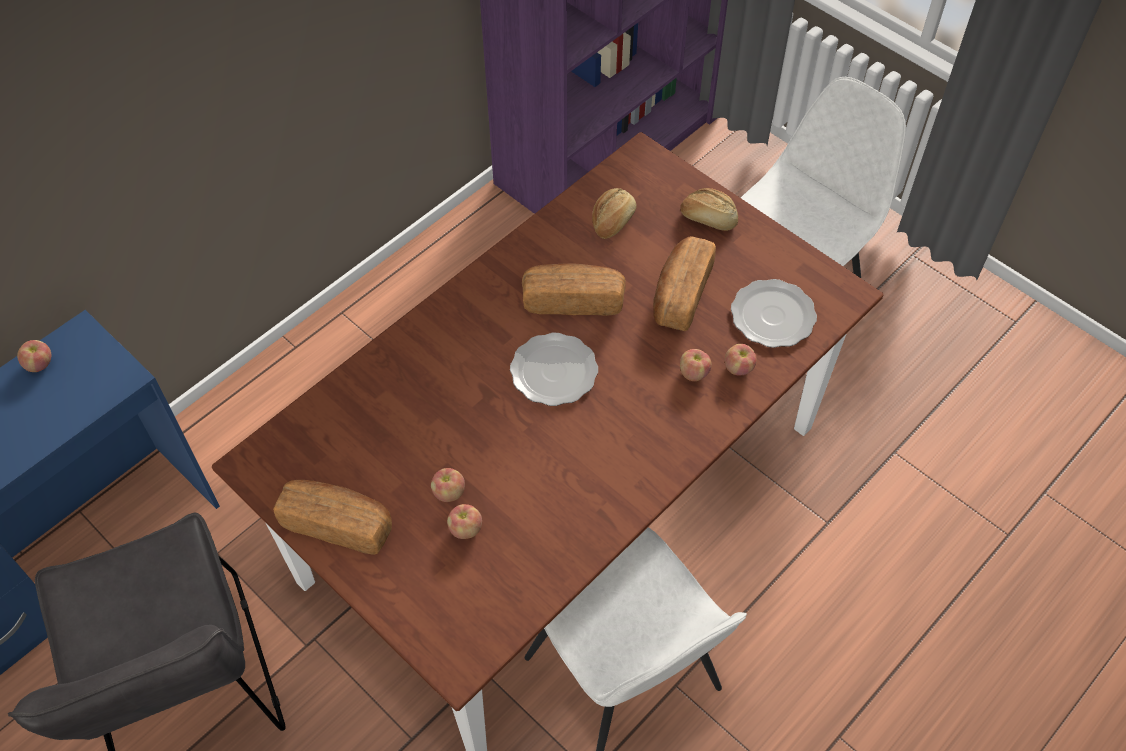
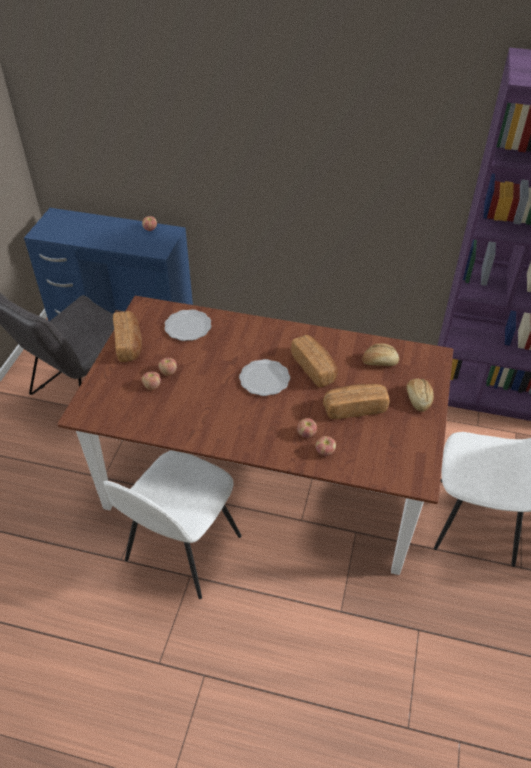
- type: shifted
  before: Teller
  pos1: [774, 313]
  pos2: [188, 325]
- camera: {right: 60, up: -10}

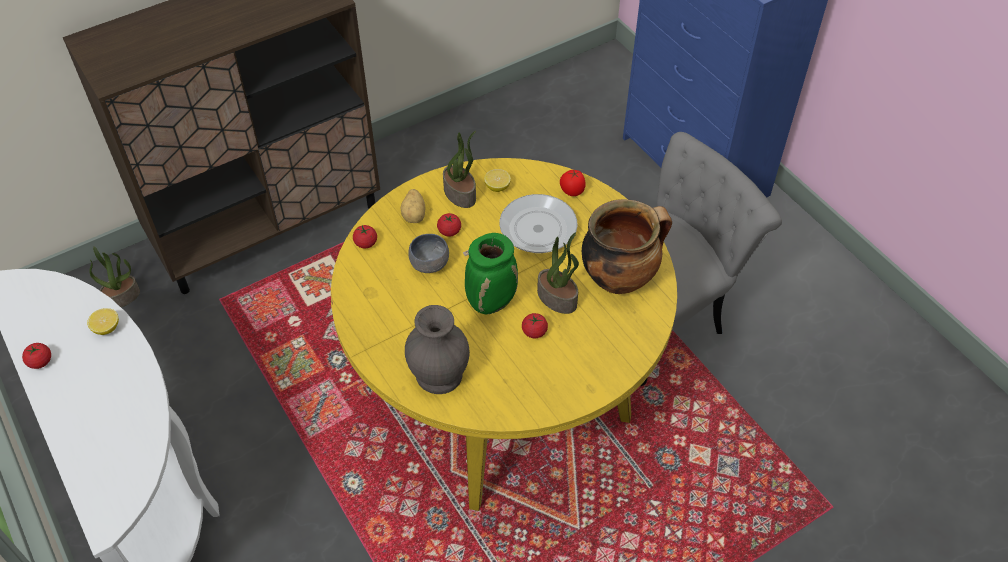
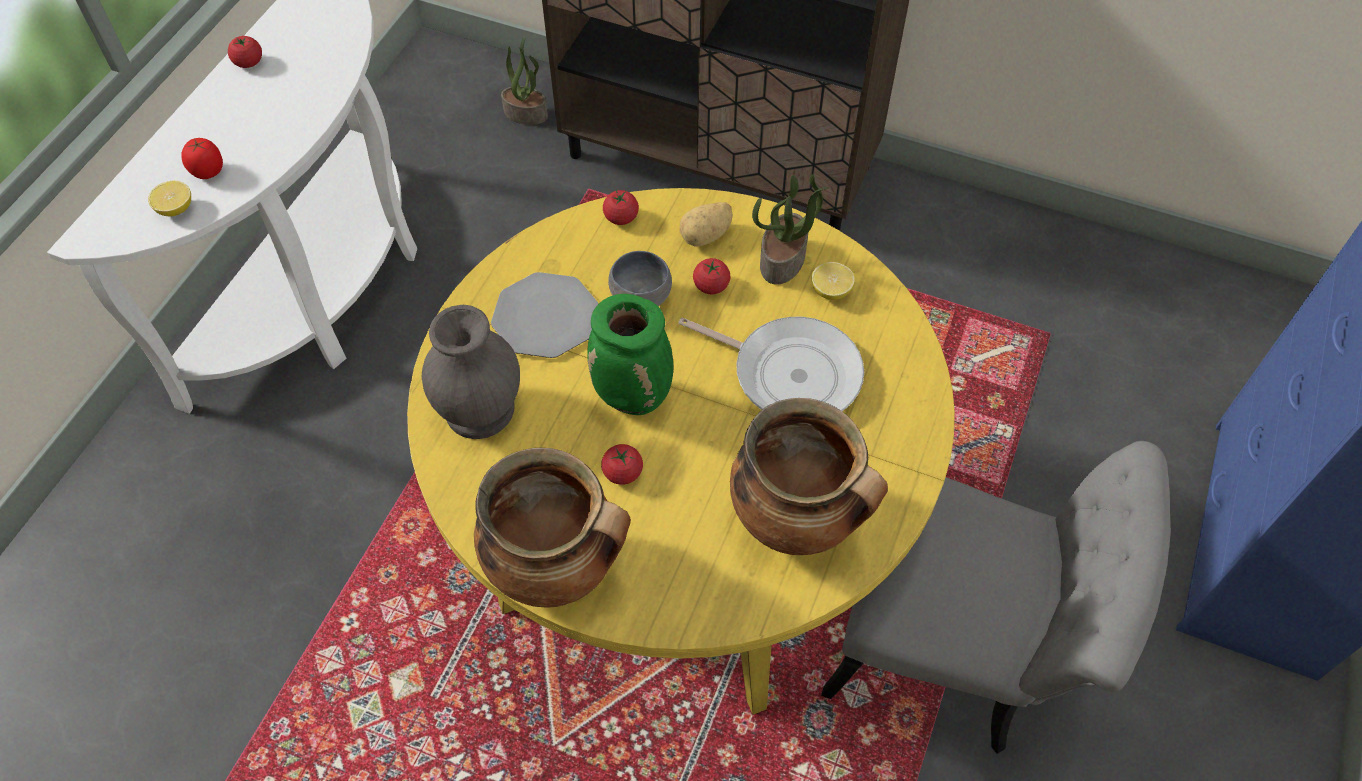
- type: shifted
  before: Zitrone
  pos1: [103, 321]
  pos2: [169, 198]
- type: gone
  before: Topfpflanze
  pos1: [558, 273]
- type: shifted
  before: Tomate
  pos1: [573, 182]
  pos2: [202, 158]
- type: new
  after: Kochtopf
  pos2: [552, 528]
- type: new
  after: Teller
  pos2: [544, 315]
- camera: {right: 55, up: 5}

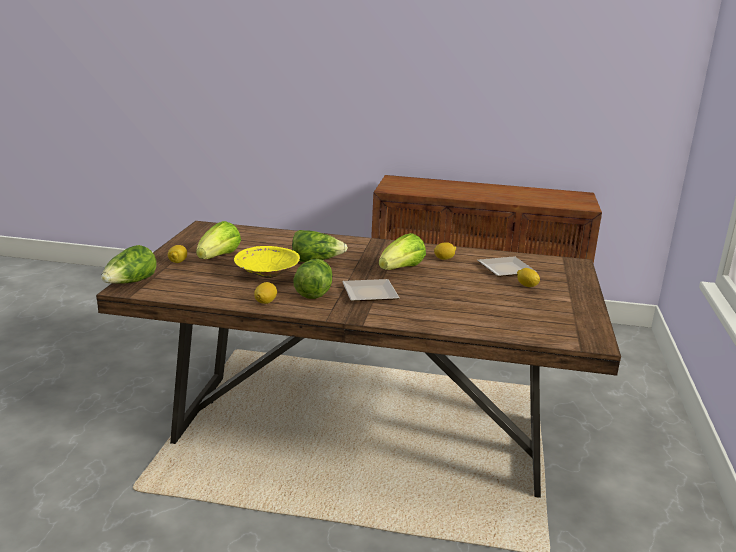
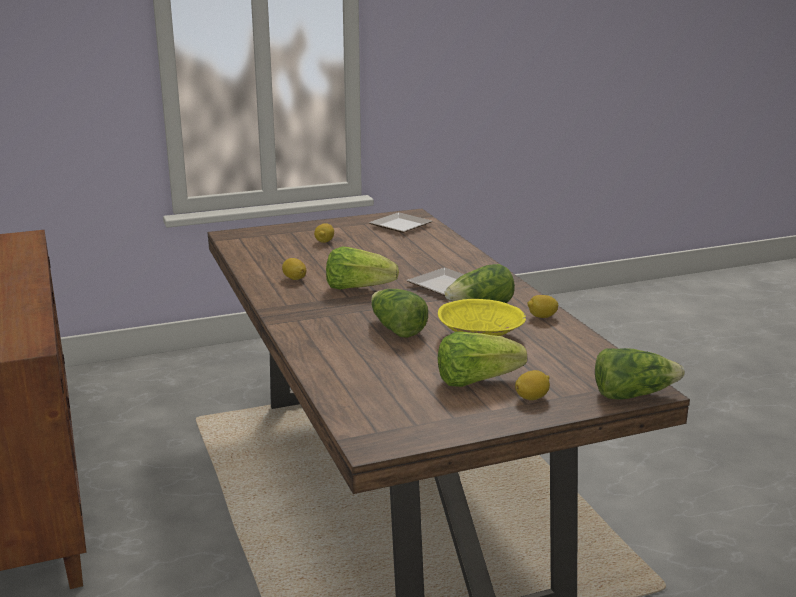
- type: shifted
  before: Teller
  pos1: [507, 266]
  pos2: [400, 222]
- camera: {right: -120, up: 0}

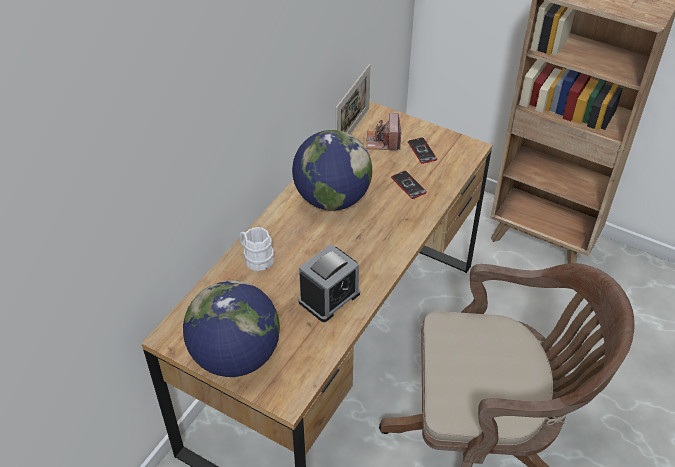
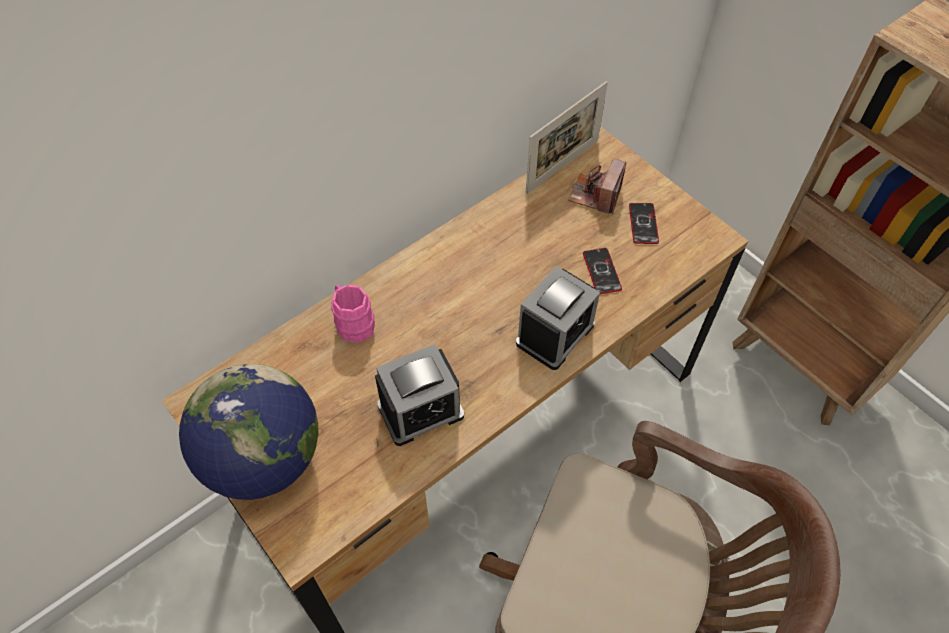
- type: repainted
  before: Henkelbecher/weiß
  after: Henkelbecher/rosa
  pos1: [256, 249]
  pos2: [353, 314]
- type: gone
  before: Globus
  pos1: [332, 170]
- type: new
  after: Wecker
  pos2: [558, 318]
- camera: {right: 20, up: 10}

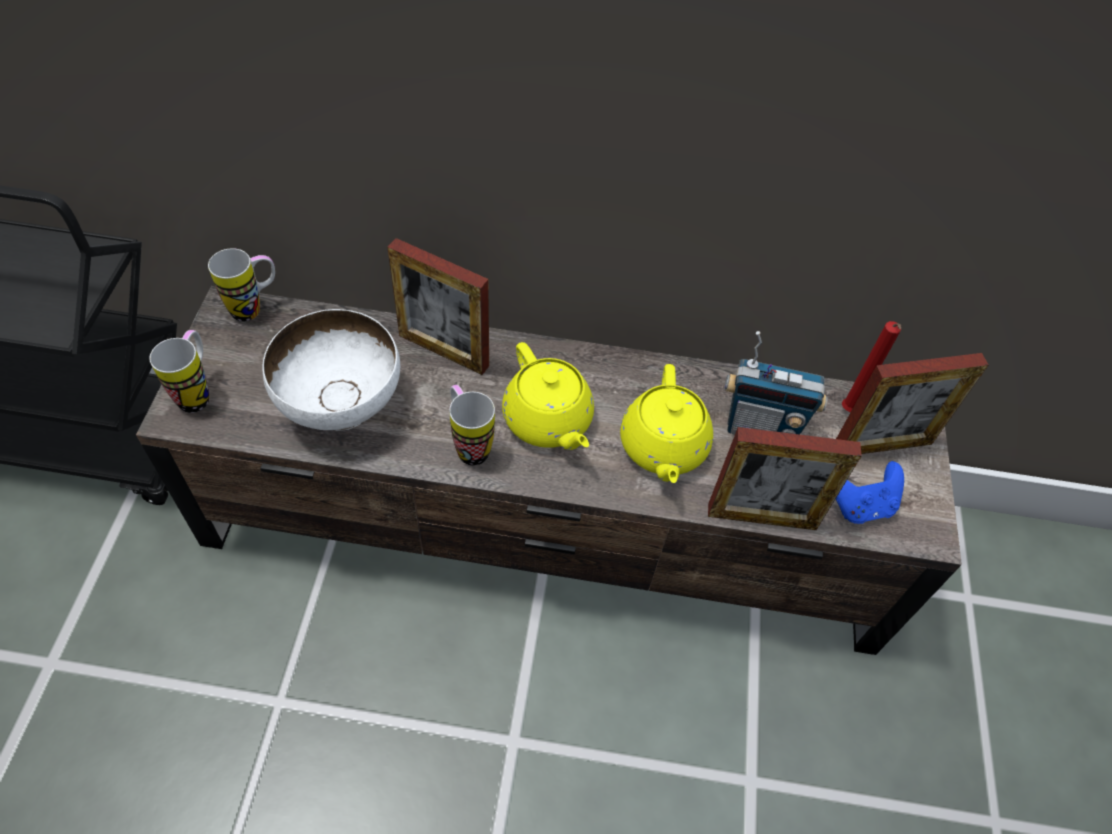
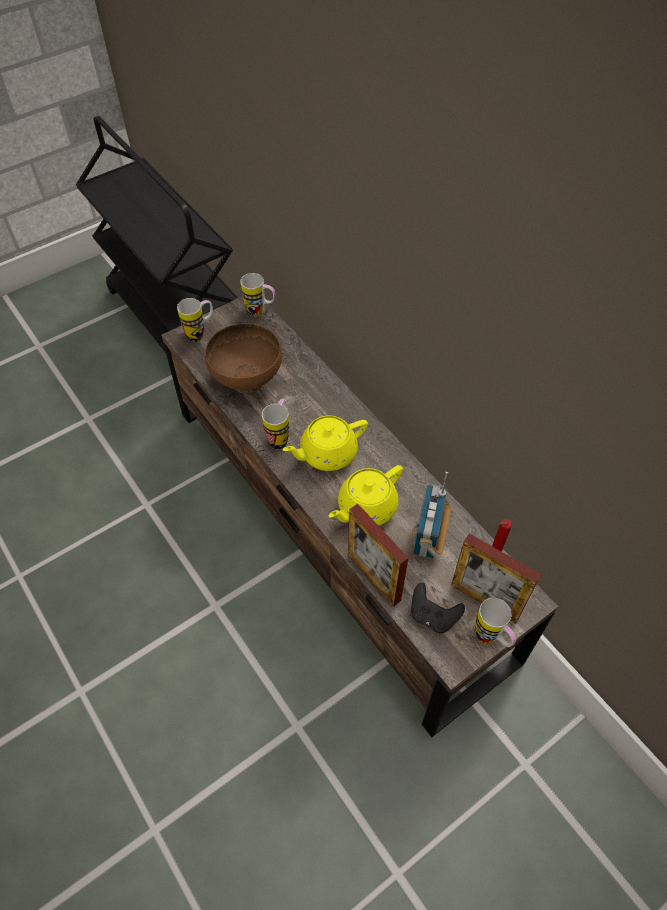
- type: repainted
  before: Schüssel/weiß
  after: Schüssel/braun
  pos1: [331, 369]
  pos2: [243, 358]
- type: gone
  before: Bilderrahmen
  pos1: [438, 306]
- type: rotated
  before: Teekanne/gelb
  pos1: [548, 396]
  pos2: [325, 443]
  turn: 45
- type: rotated
  before: Radio
  pos1: [776, 383]
  pos2: [431, 515]
  turn: 45
- type: repainted
  before: Gamepad/blau
  after: Gamepad/schwarz
  pos1: [870, 492]
  pos2: [438, 608]
- type: new
  after: Henkelbecher
  pos2: [495, 622]
- camera: {right: 50, up: 0}

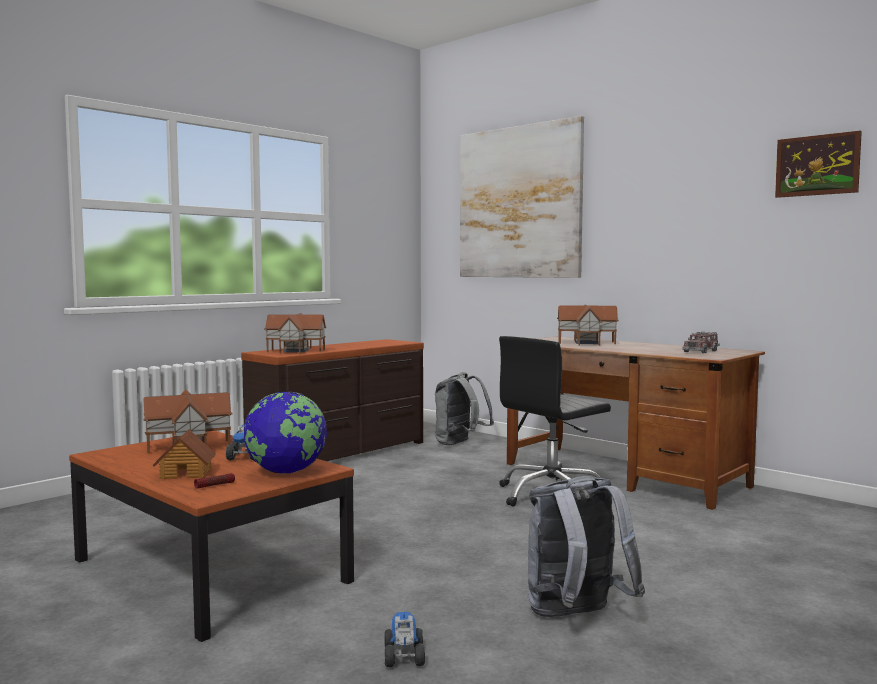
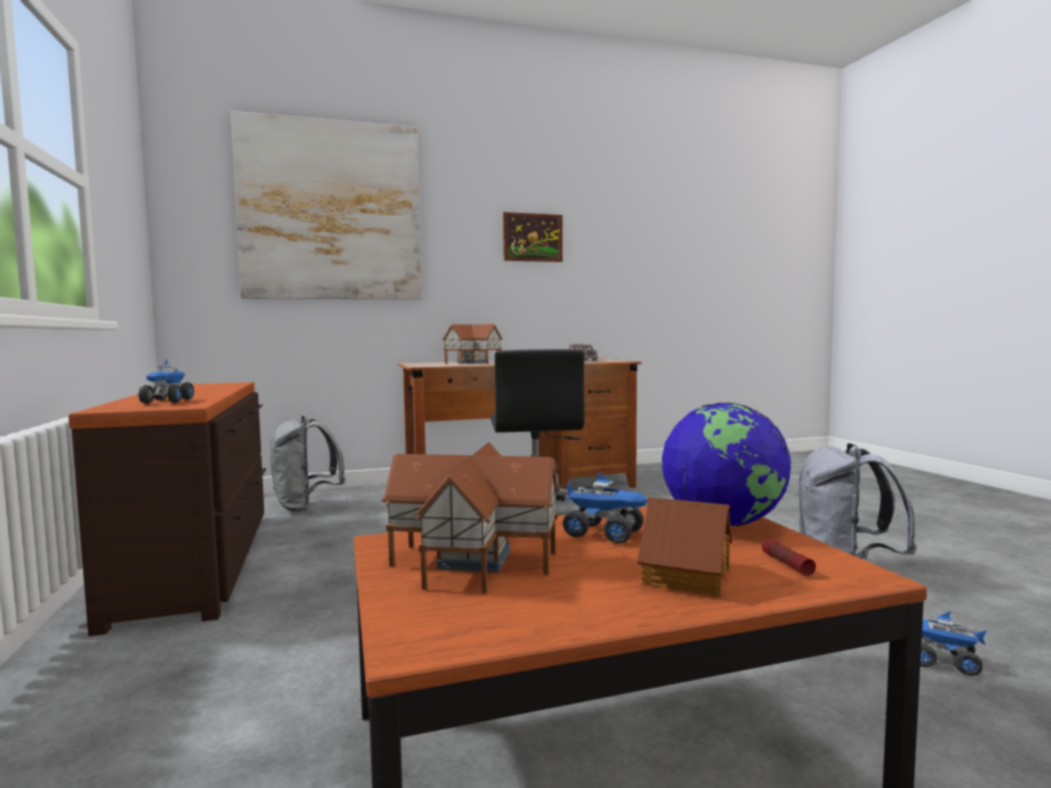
- type: swapped
  before: Spielzeughaus
  after: Spielzeuglaster
  pos1: [295, 333]
  pos2: [166, 381]
- type: shifted
  before: Bild
  pos1: [818, 164]
  pos2: [533, 237]
- camera: {right: -60, up: 0}

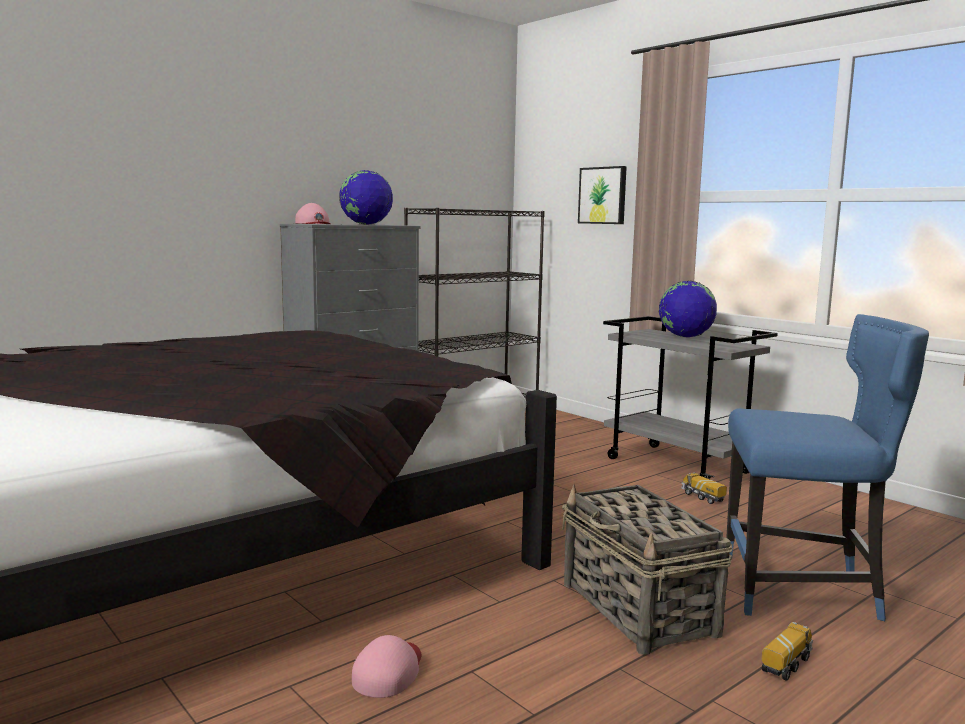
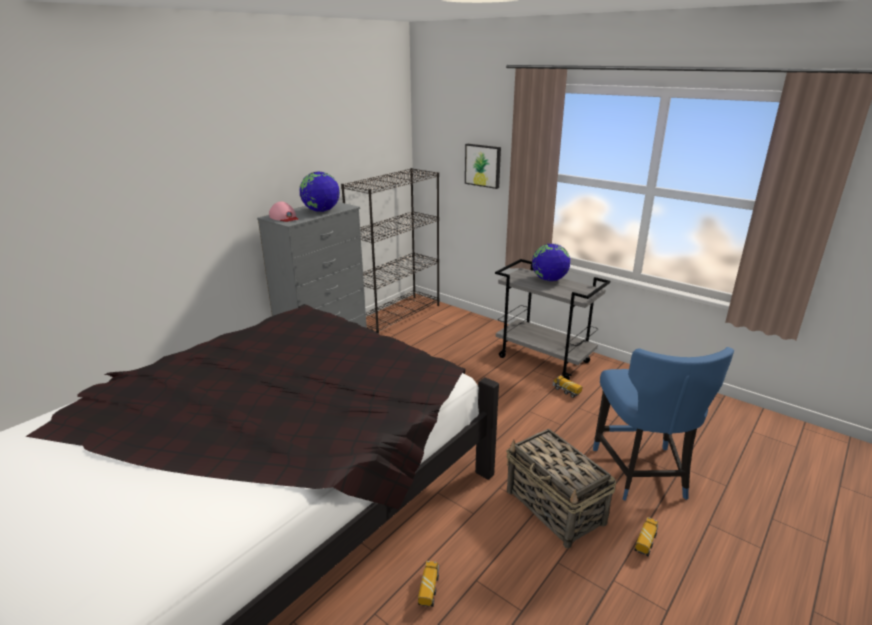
- type: swapped
  before: Kappe/rosa
  after: Spielzeuglaster
  pos1: [387, 666]
  pos2: [428, 584]
- type: rotated
  before: Stuhl/blau
  pos1: [827, 467]
  pos2: [663, 424]
  turn: 90
- camera: {right: -10, up: 15}

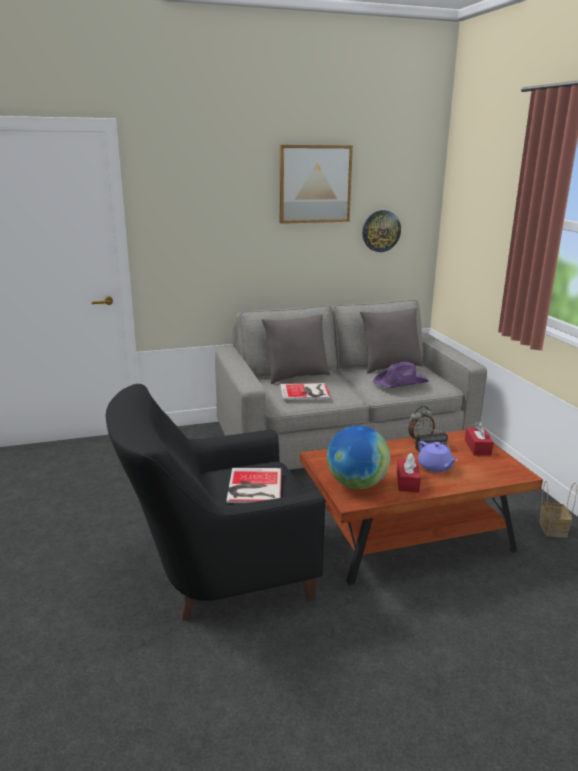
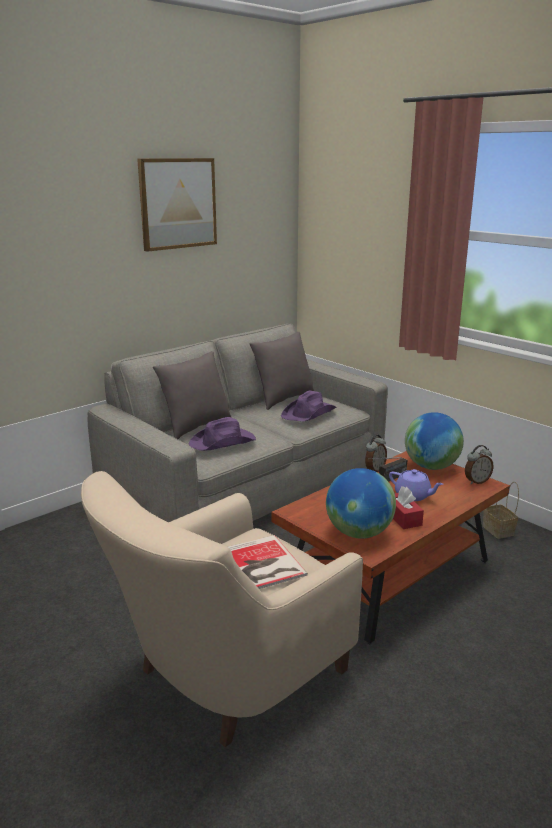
- type: repainted
  before: Sessel/schwarz
  after: Sessel/beige
  pos1: [215, 502]
  pos2: [222, 609]
- type: swapped
  before: Buch
  after: Hut/lila
  pos1: [305, 391]
  pos2: [222, 434]
- type: gone
  before: Wanduhr
  pos1: [381, 231]
- type: swapped
  before: Taschentuchbox/rot
  after: Globus
  pos1: [479, 438]
  pos2: [434, 441]
- type: new
  after: Wecker
  pos2: [479, 465]
- camera: {right: -25, up: 0}

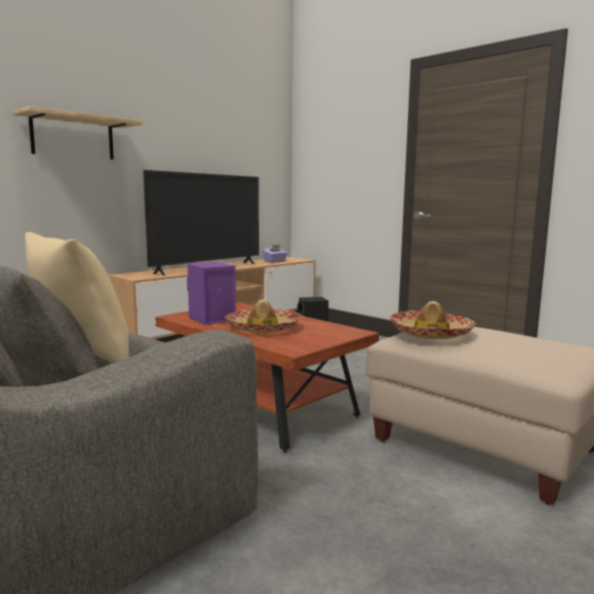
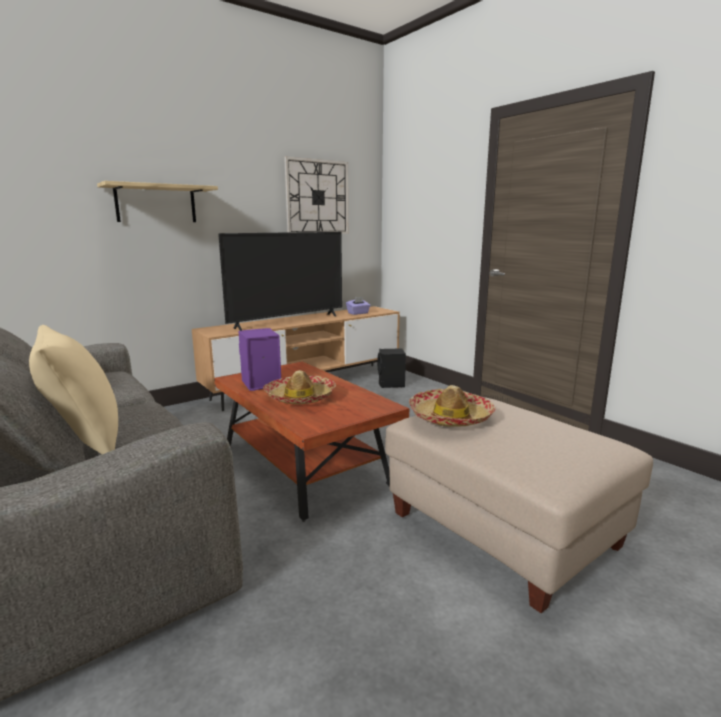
- type: new
  after: Wanduhr
  pos2: [316, 195]
- camera: {right: 10, up: 5}

